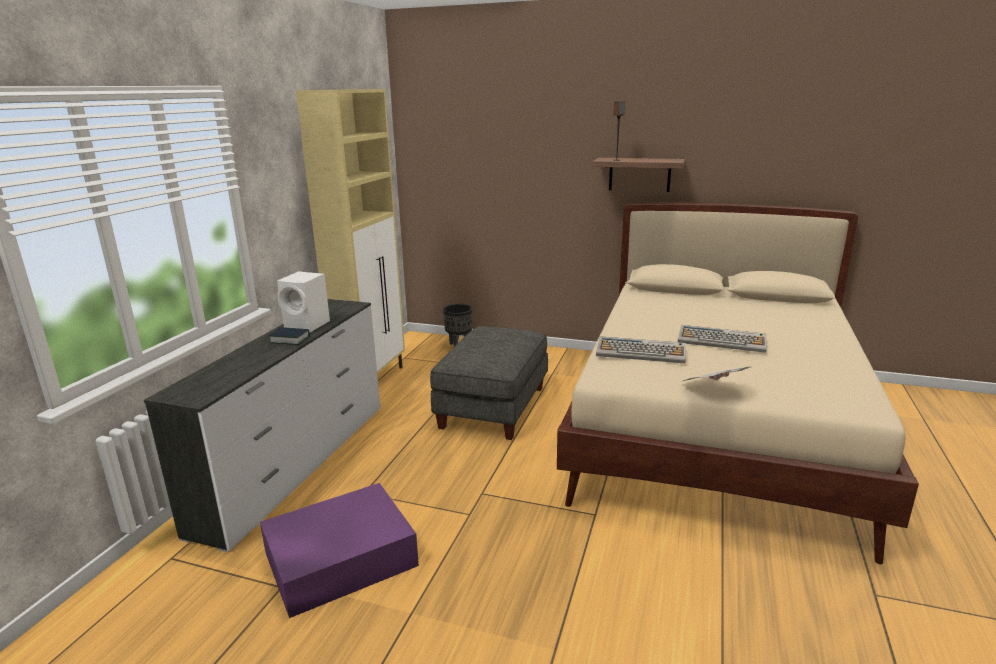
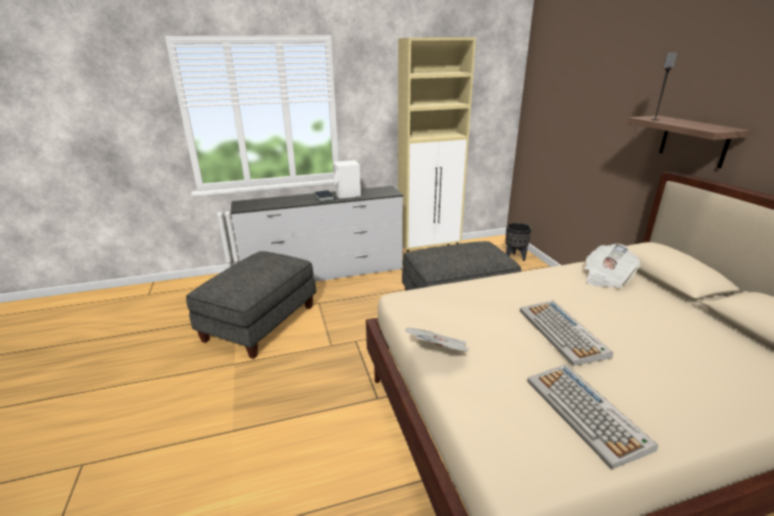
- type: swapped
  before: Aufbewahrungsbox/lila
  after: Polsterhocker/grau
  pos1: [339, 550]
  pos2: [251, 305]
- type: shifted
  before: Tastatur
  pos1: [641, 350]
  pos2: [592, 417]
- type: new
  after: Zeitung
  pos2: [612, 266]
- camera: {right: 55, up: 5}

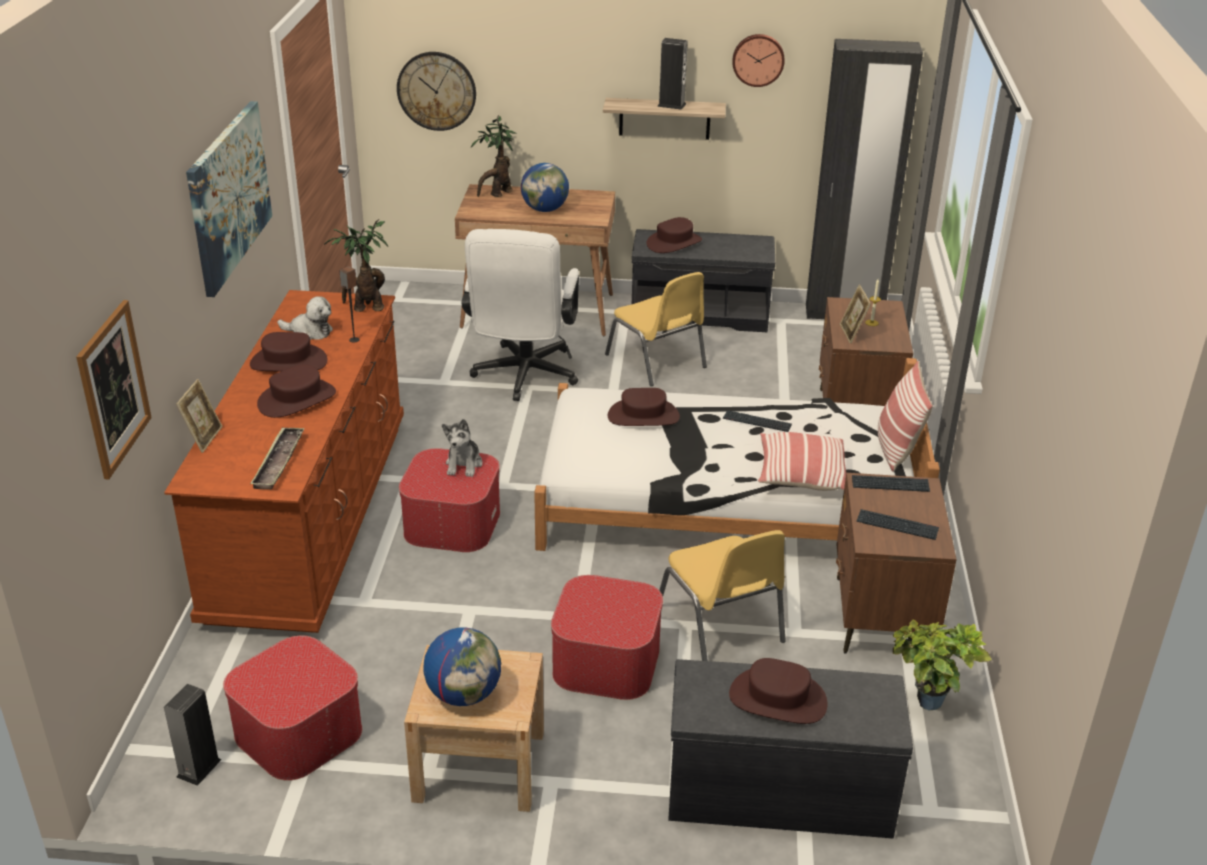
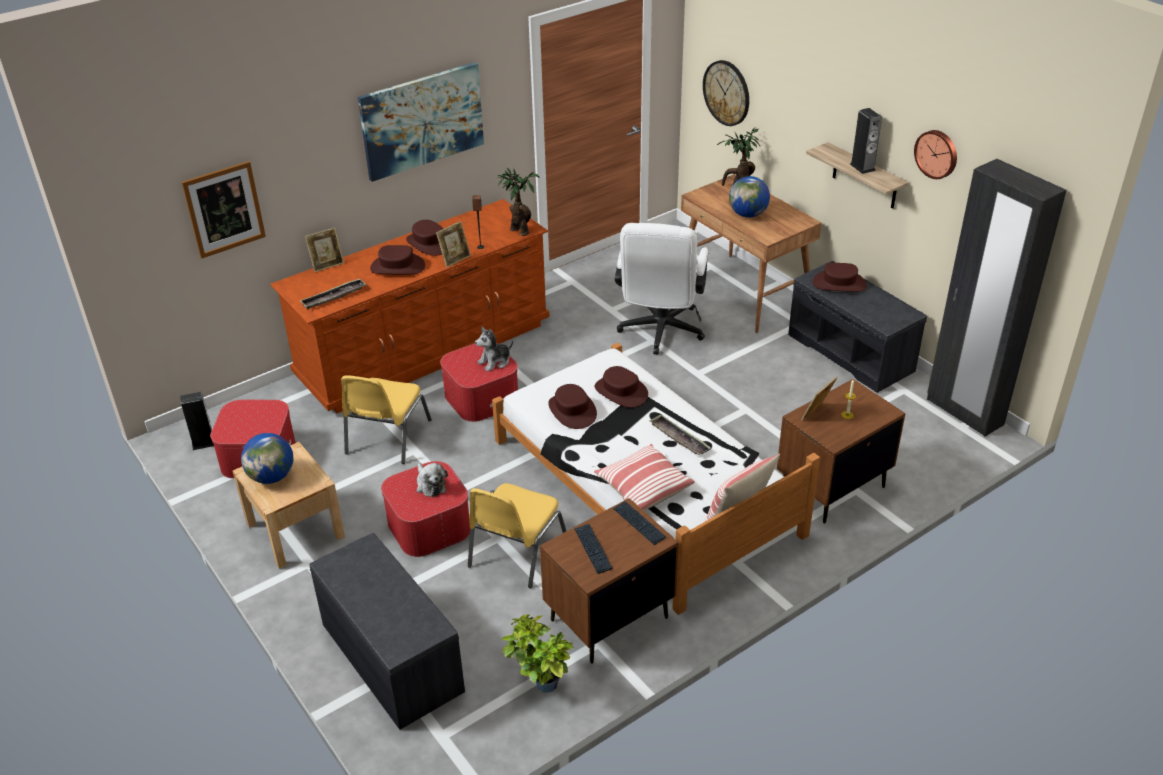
- type: shifted
  before: Plüschtier
  pos1: [305, 318]
  pos2: [432, 480]
- type: rotated
  before: Bürostuhl/weiß
  pos1: [520, 315]
  pos2: [661, 288]
  turn: -45
- type: shifted
  before: Stuhl/gelb
  pos1: [656, 329]
  pos2: [386, 419]
- type: swapped
  before: Tastatur
  after: Tablett
  pos1: [757, 421]
  pos2: [680, 434]
- type: shifted
  before: Hut/braun
  pos1: [778, 691]
  pos2: [572, 406]
- type: new
  after: Bilderrahmen
  pos2: [453, 244]
- camera: {right: 50, up: 5}

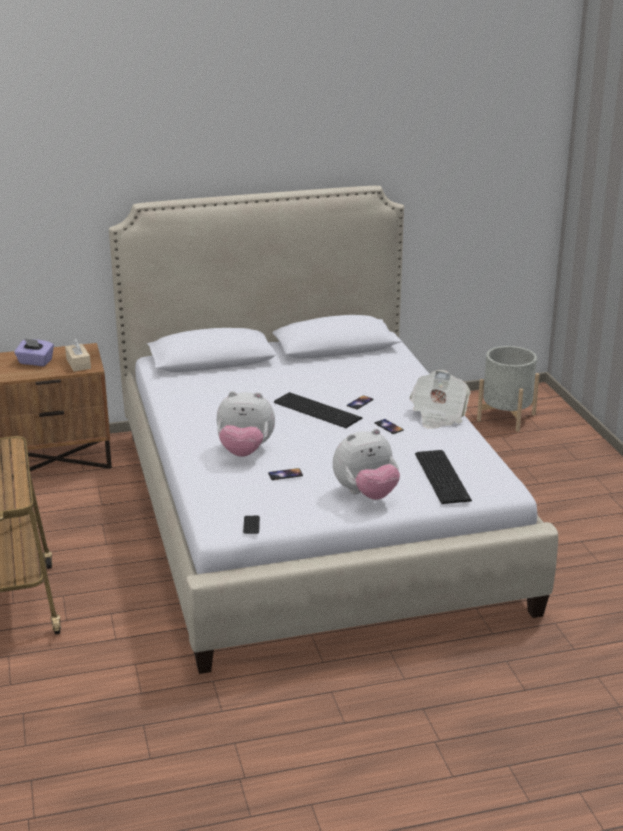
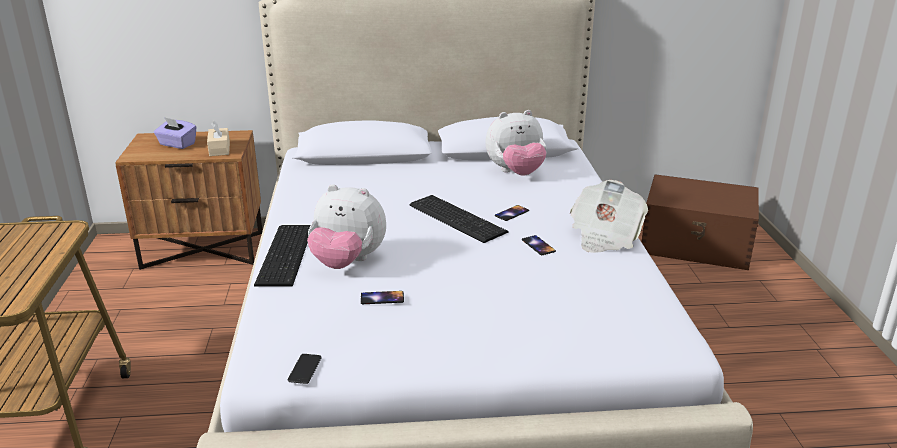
- type: shifted
  before: Plüschtier
  pos1: [366, 464]
  pos2: [516, 143]
- type: shifted
  before: Tastatur
  pos1: [443, 477]
  pos2: [282, 256]
- type: swapped
  before: Pflanzkübel/grau
  after: Aufbewahrungsbox/braun
  pos1: [508, 389]
  pos2: [700, 222]
- camera: {right: 10, up: 0}

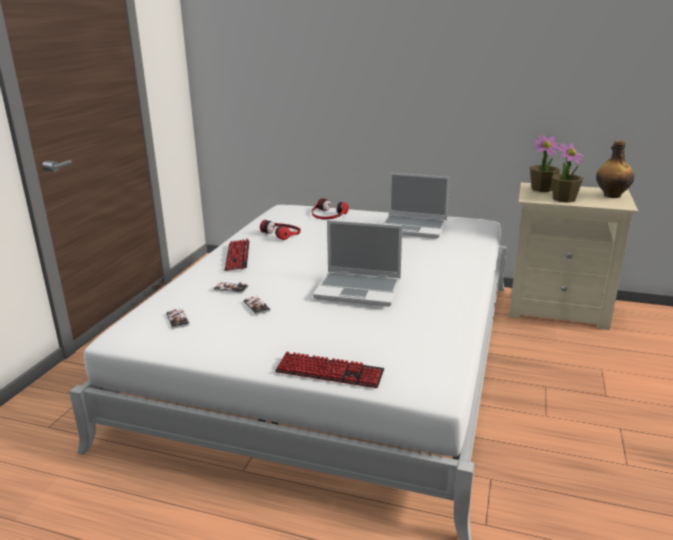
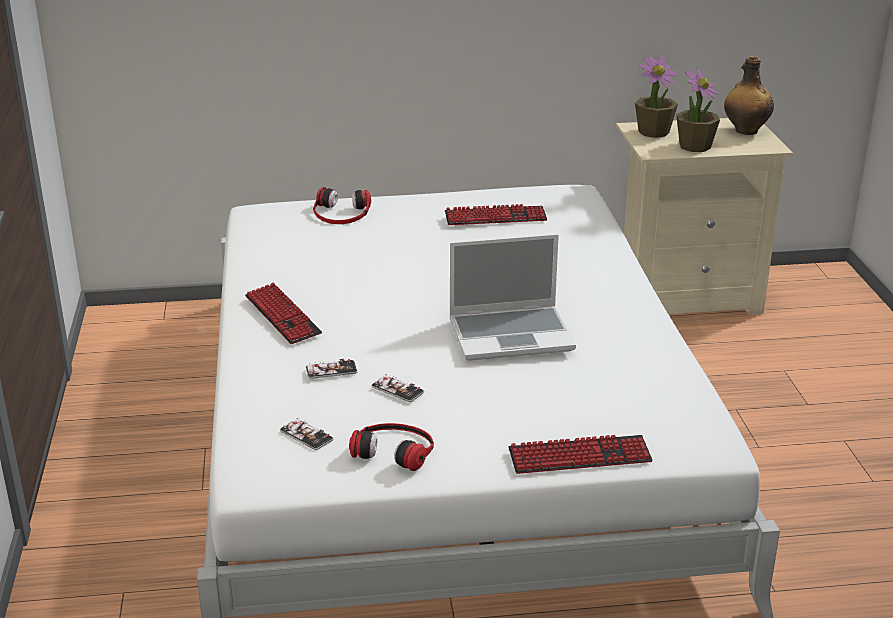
- type: shifted
  before: Kopfhörer
  pos1: [280, 230]
  pos2: [391, 447]
- type: swapped
  before: Laptop
  after: Tastatur
  pos1: [416, 205]
  pos2: [496, 214]
- camera: {right: -25, up: 5}

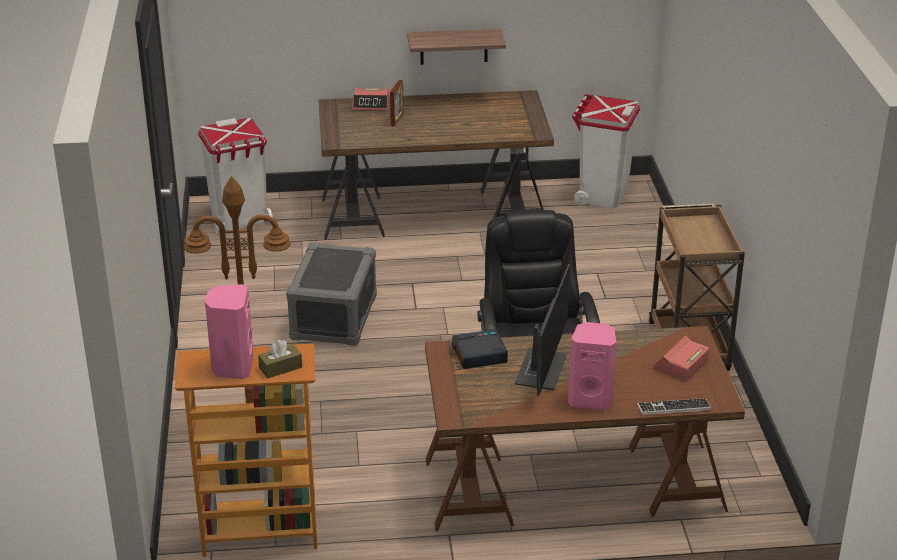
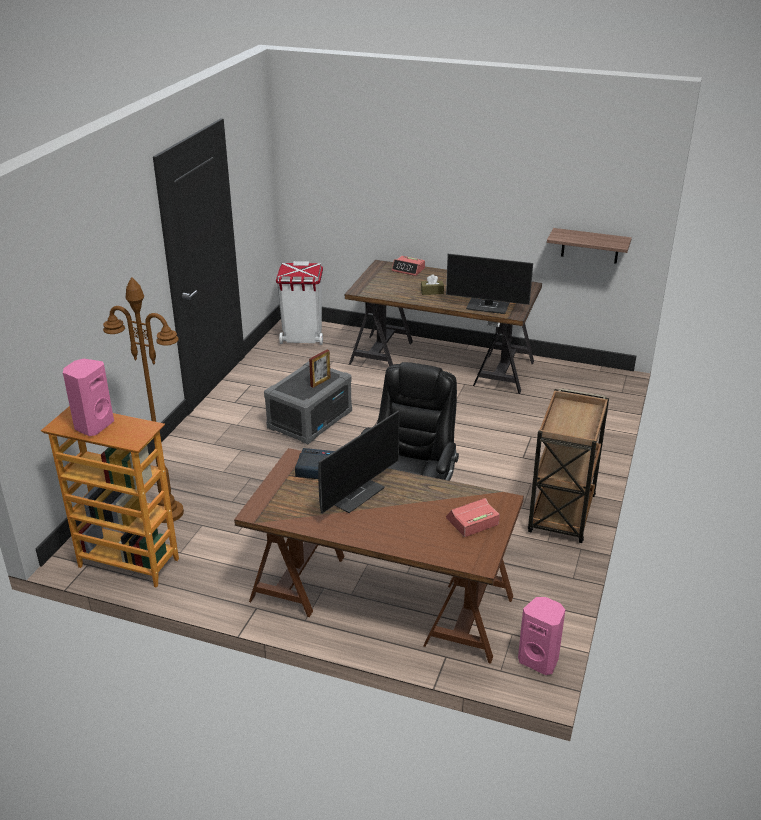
- type: shifted
  before: Taschentuchbox/braun
  pos1: [280, 359]
  pos2: [432, 285]
- type: shifted
  before: Bilderrahmen
  pos1: [397, 103]
  pos2: [320, 369]
- type: shifted
  before: Wandregal
  pos1: [456, 47]
  pos2: [589, 246]
- type: shifted
  before: Lautsprecher/rosa
  pos1: [592, 366]
  pos2: [541, 636]
- type: gone
  before: Mülleimer/weiß
  pos1: [606, 151]
- type: gone
  before: Tastatur
  pos1: [674, 406]
- type: new
  after: Monitor
  pos2: [489, 284]
- camera: {right: 25, up: 0}

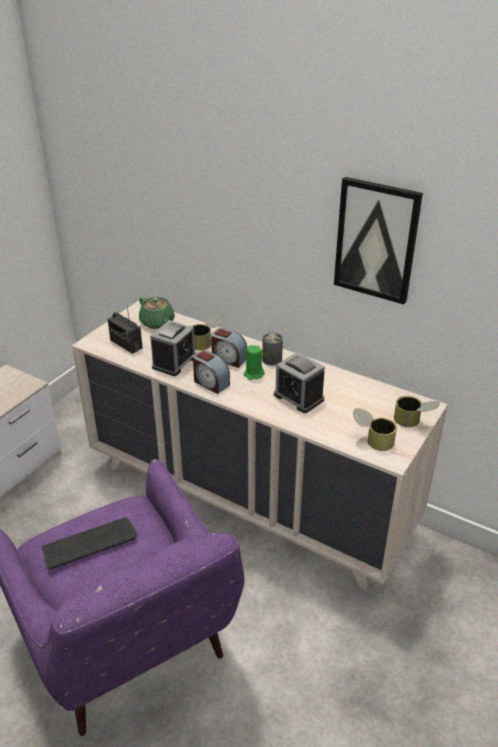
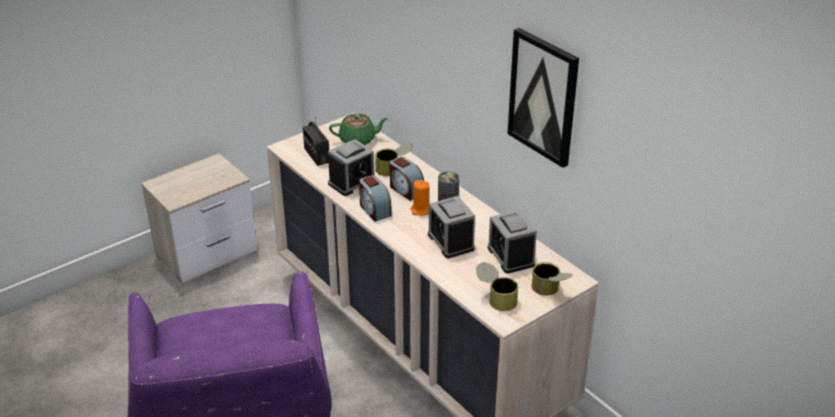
- type: gone
  before: Tastatur
  pos1: [90, 543]
- type: rotated
  before: Teekanne/grün
  pos1: [157, 313]
  pos2: [358, 129]
  turn: -75
- type: repainted
  before: Kerze/grün
  after: Kerze/orange
  pos1: [254, 362]
  pos2: [420, 198]
- type: new
  after: Wecker
  pos2: [512, 242]
- camera: {right: 20, up: 0}

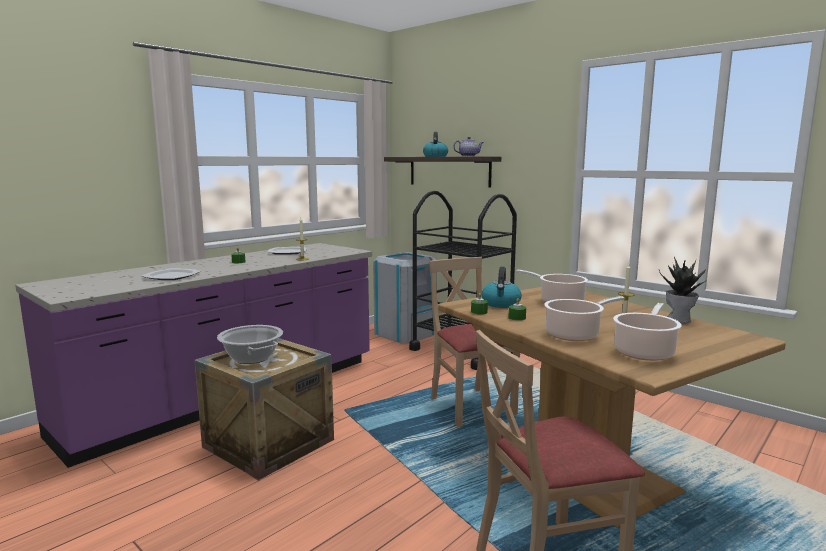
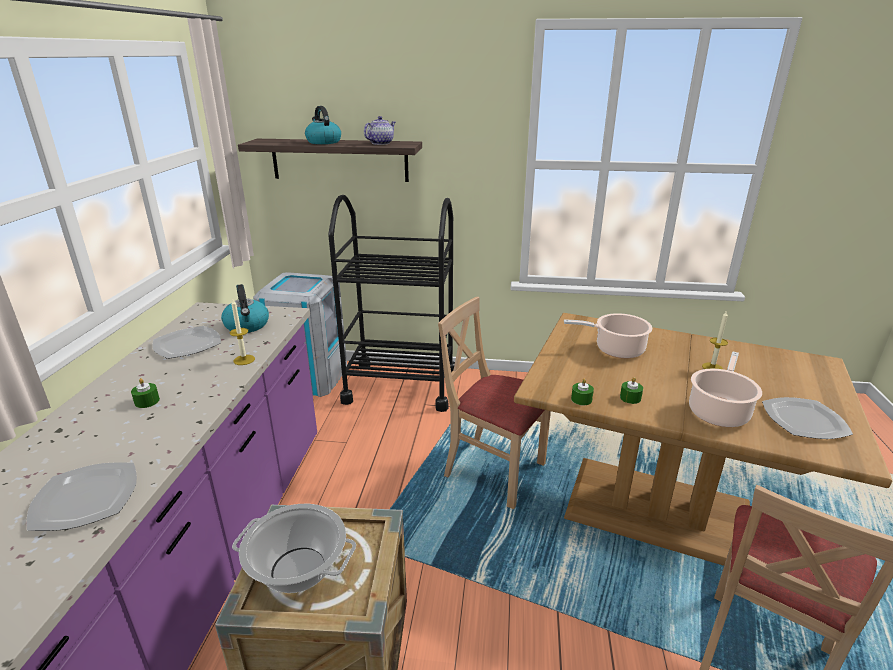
- type: shifted
  before: Wasserkessel
  pos1: [502, 287]
  pos2: [245, 308]
- type: swapped
  before: Kochtopf
  after: Teller
  pos1: [647, 332]
  pos2: [807, 418]
- type: gone
  before: Topfpflanze
  pos1: [682, 290]
- camera: {right: -35, up: 15}

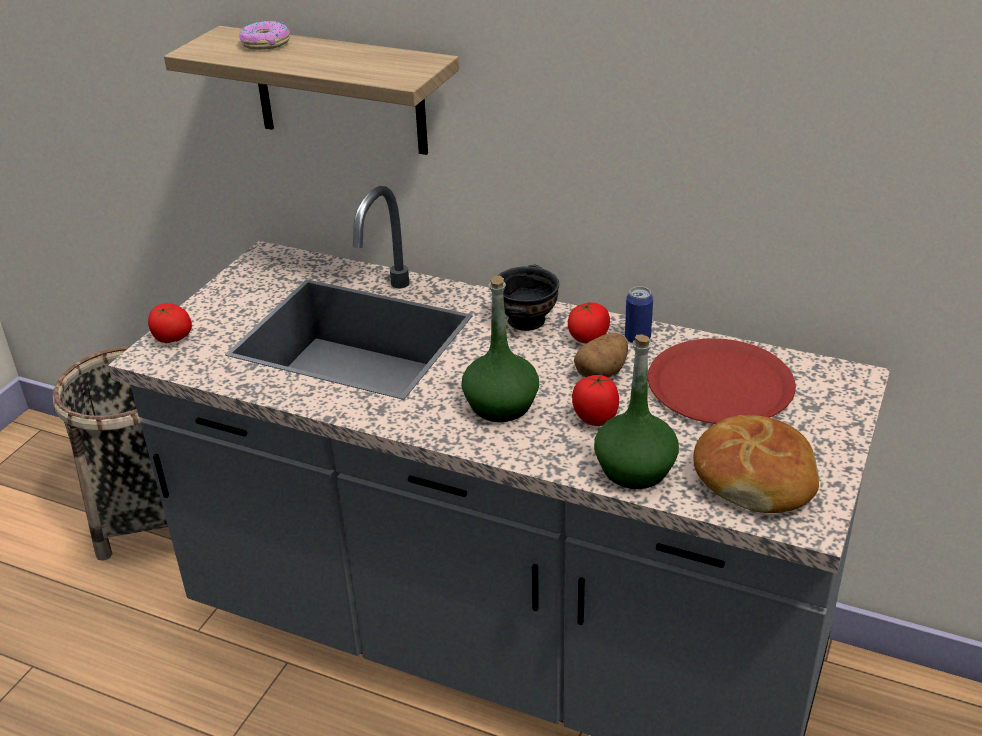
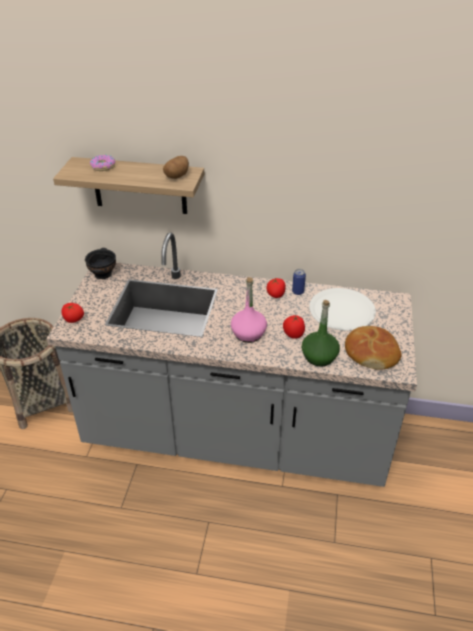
- type: repainted
  before: Flasche/grün
  after: Flasche/rosa
  pos1: [500, 349]
  pos2: [249, 310]
- type: shifted
  before: Schüssel/schwarz
  pos1: [528, 298]
  pos2: [100, 263]
- type: shifted
  before: Kartoffel
  pos1: [601, 355]
  pos2: [176, 167]
- type: repainted
  before: Teller/rot
  after: Teller/weiß
  pos1: [722, 381]
  pos2: [342, 309]
- camera: {right: -15, up: 5}

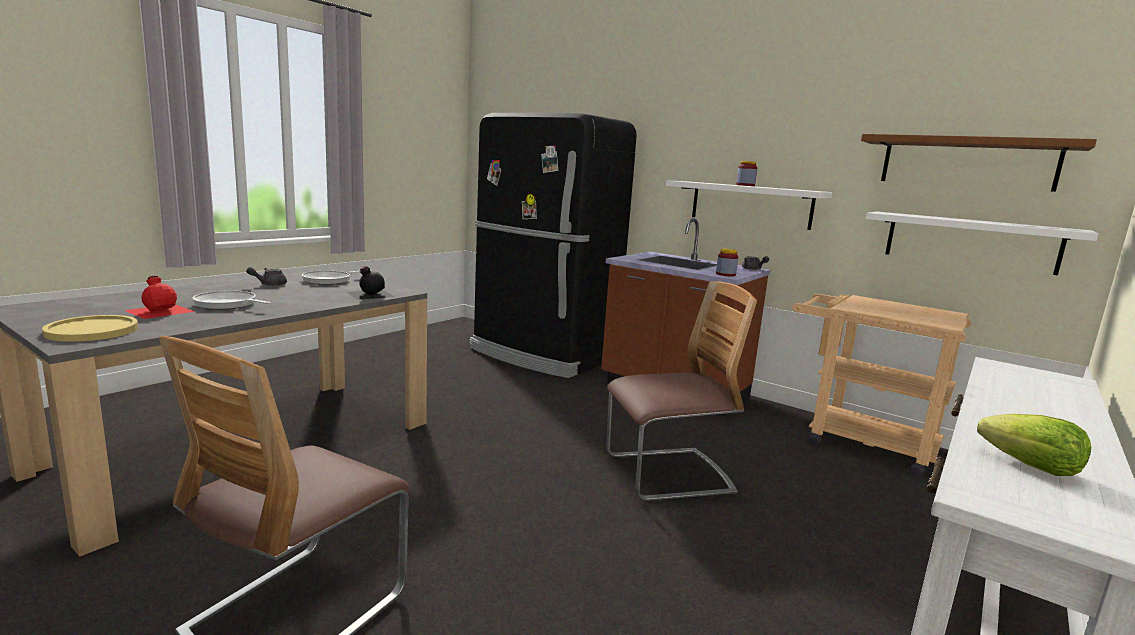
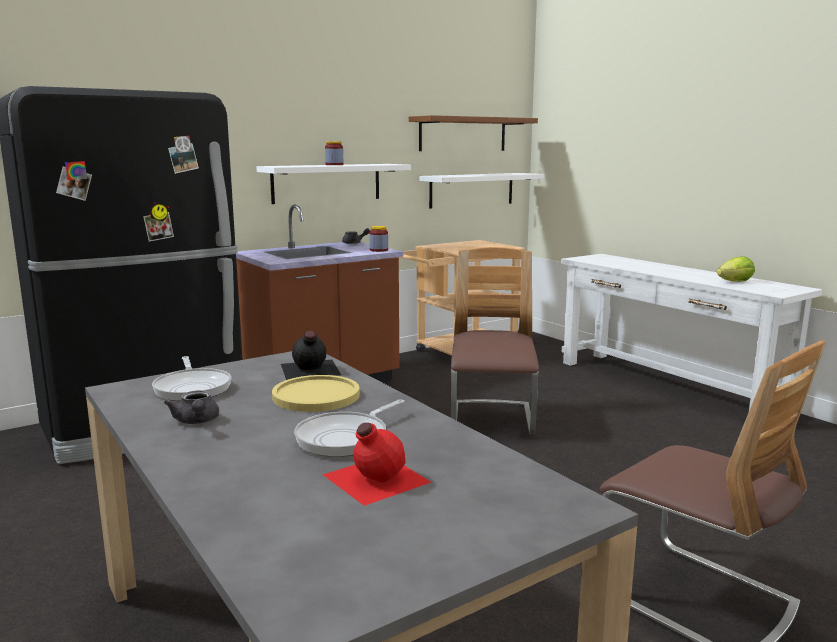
- type: shifted
  before: Teller/gelb
  pos1: [90, 328]
  pos2: [316, 393]
- camera: {right: -70, up: 0}

